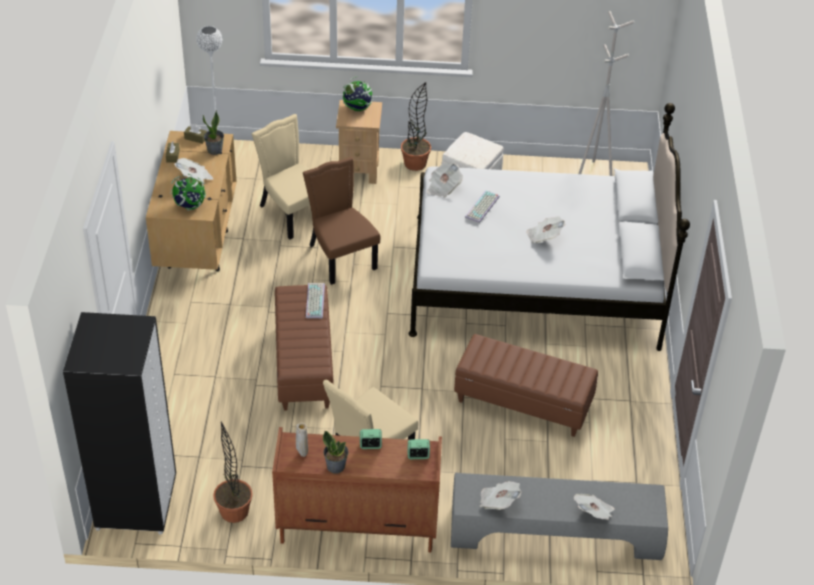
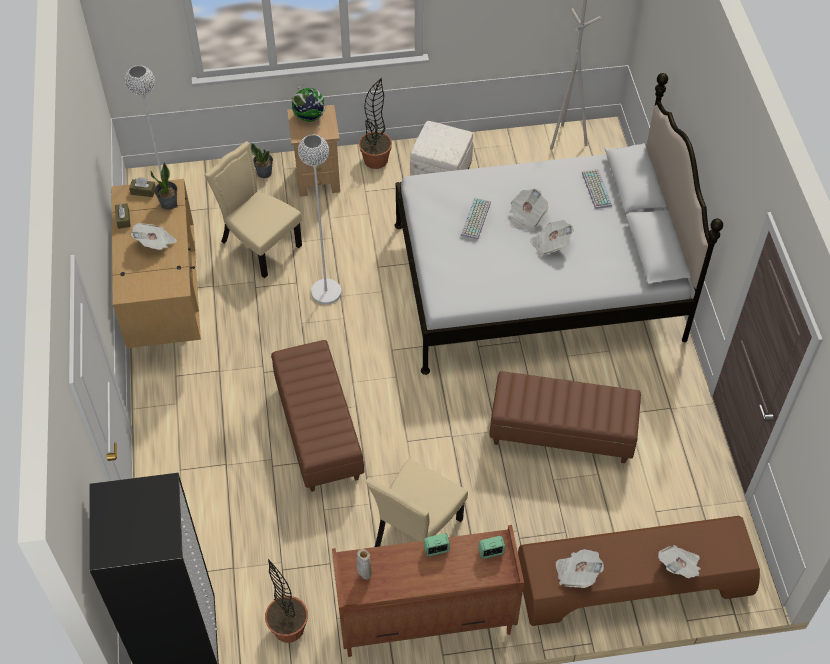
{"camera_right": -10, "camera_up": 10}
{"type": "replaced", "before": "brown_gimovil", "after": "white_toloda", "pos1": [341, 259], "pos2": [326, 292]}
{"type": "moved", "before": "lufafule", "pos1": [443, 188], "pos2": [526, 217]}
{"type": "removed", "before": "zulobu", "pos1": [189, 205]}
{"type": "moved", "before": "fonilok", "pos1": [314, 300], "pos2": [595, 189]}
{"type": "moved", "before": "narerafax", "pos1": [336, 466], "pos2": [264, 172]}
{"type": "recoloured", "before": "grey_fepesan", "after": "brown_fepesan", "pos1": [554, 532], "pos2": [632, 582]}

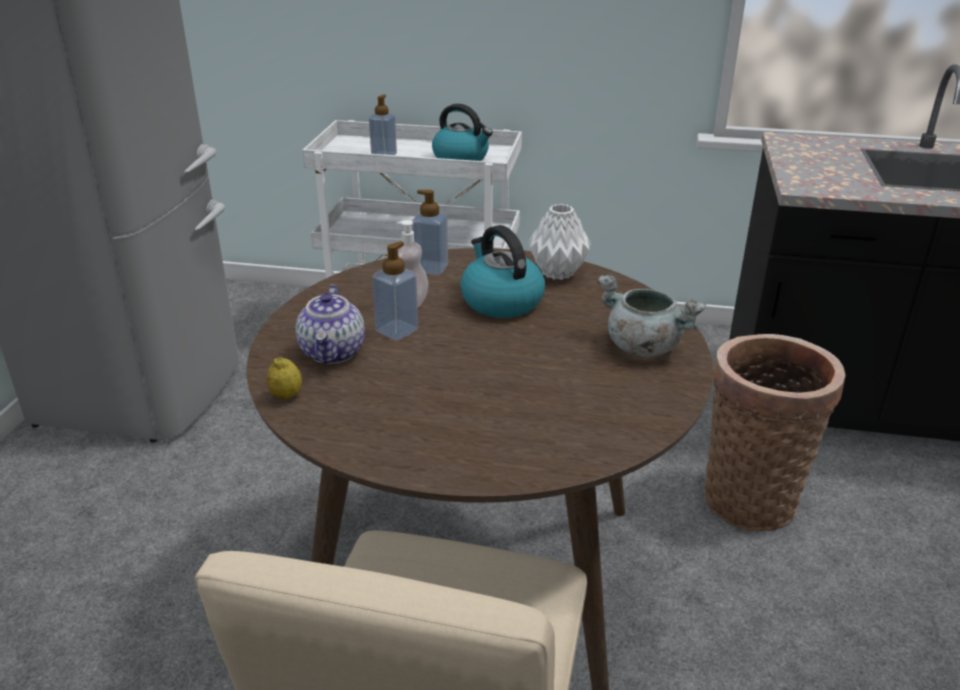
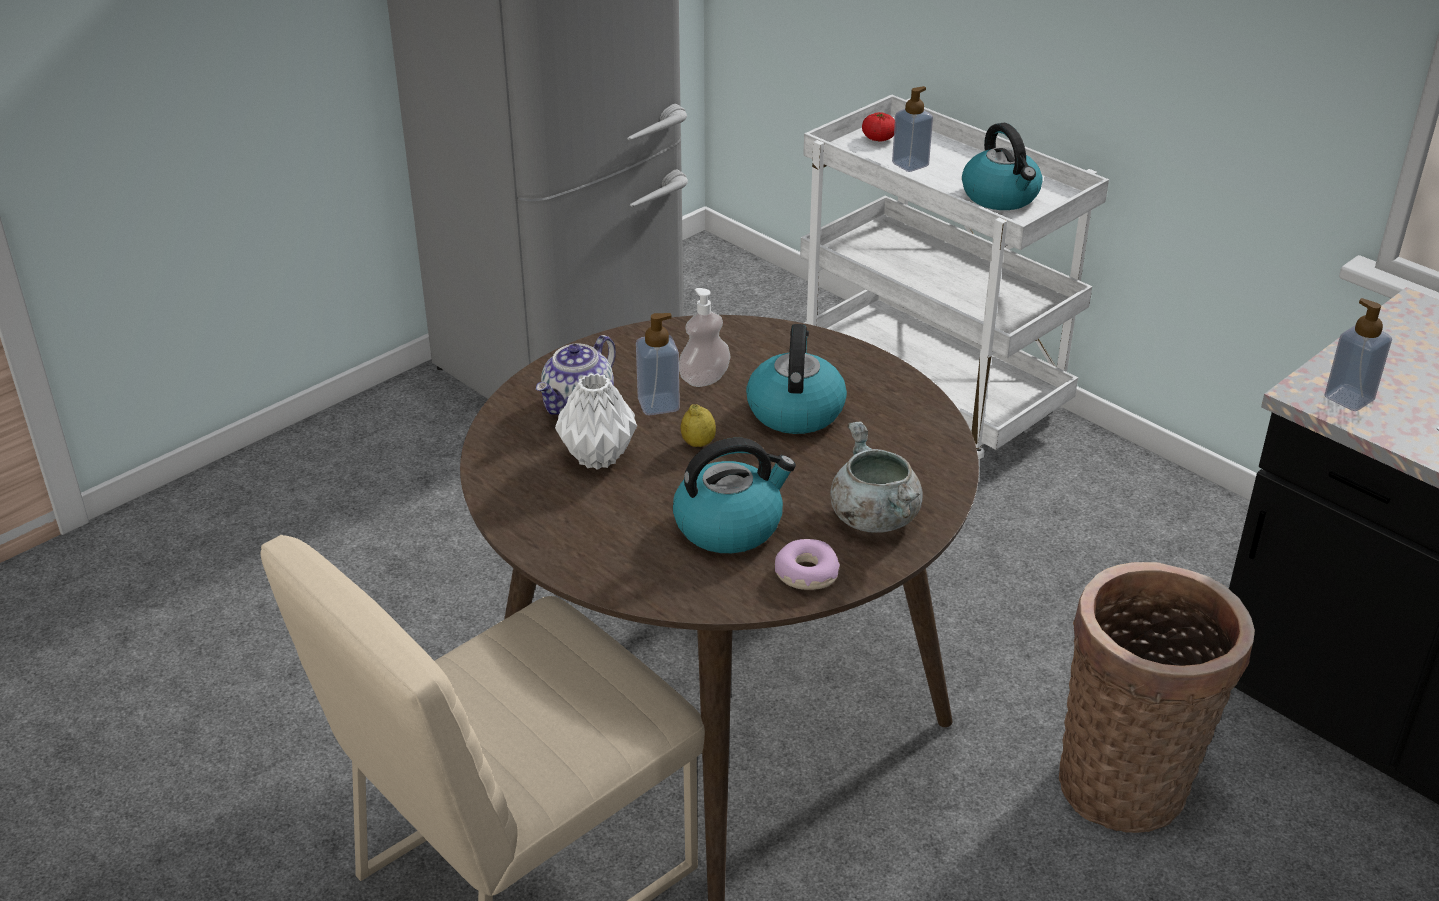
{"camera_right": 35, "camera_up": 5}
{"type": "moved", "before": "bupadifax", "pos1": [431, 268], "pos2": [1349, 398]}
{"type": "moved", "before": "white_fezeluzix", "pos1": [556, 273], "pos2": [596, 457]}
{"type": "moved", "before": "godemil", "pos1": [286, 396], "pos2": [698, 443]}
{"type": "added", "after": "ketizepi", "pos2": [878, 138]}
{"type": "added", "after": "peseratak", "pos2": [730, 525]}
{"type": "added", "after": "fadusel", "pos2": [805, 573]}

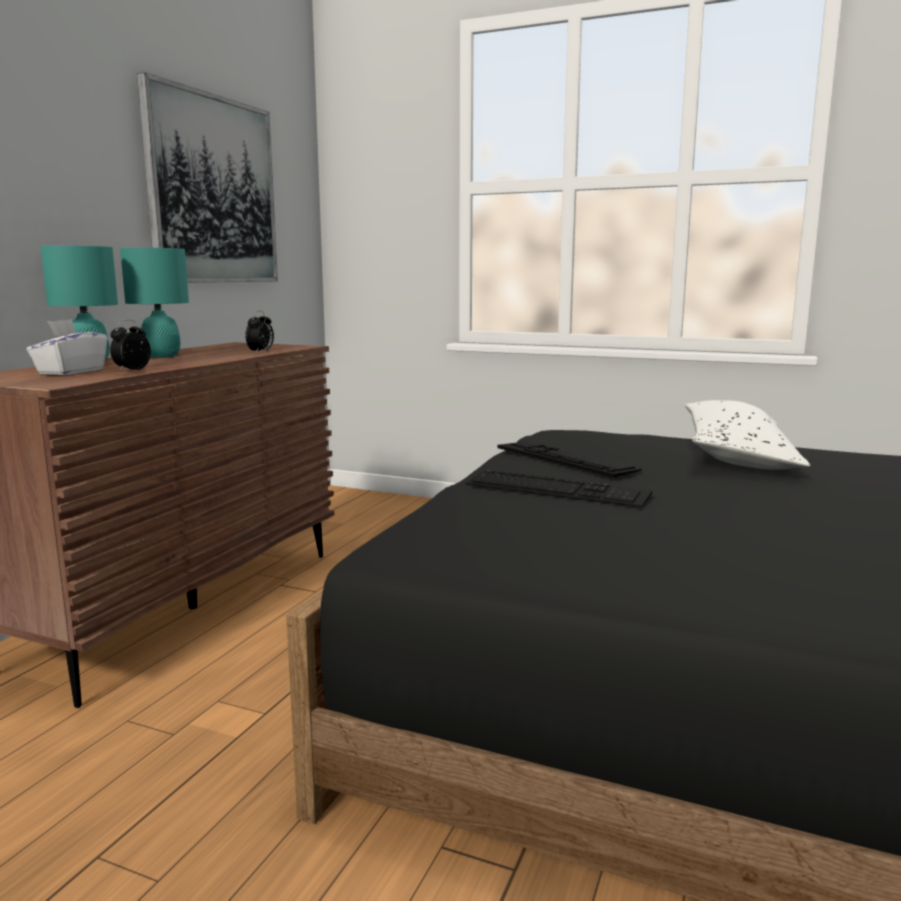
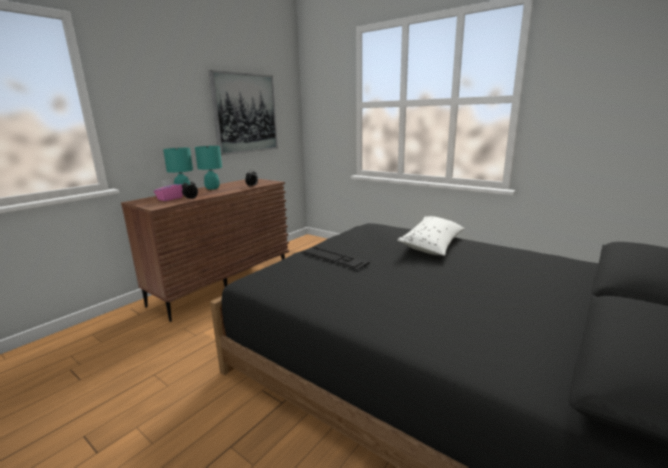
{"camera_right": 15, "camera_up": 5}
{"type": "recoloured", "before": "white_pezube", "after": "pink_pezube", "pos1": [70, 372], "pos2": [170, 199]}
{"type": "removed", "before": "fonilok", "pos1": [565, 458]}

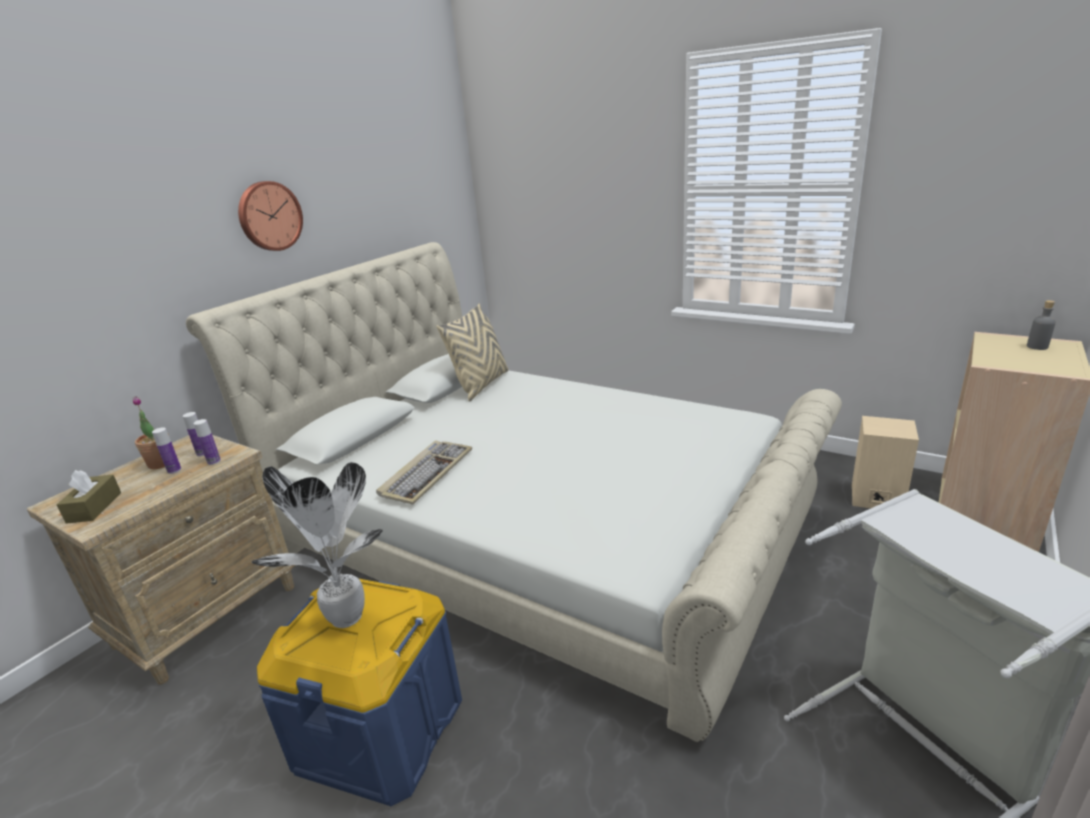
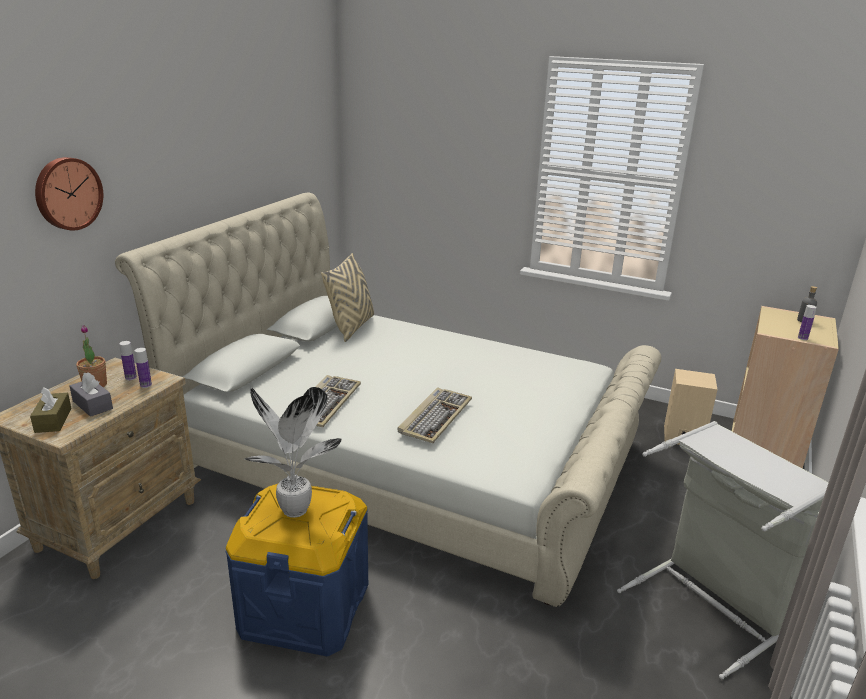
{"camera_right": -10, "camera_up": 0}
{"type": "moved", "before": "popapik", "pos1": [269, 216], "pos2": [67, 193]}
{"type": "moved", "before": "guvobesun", "pos1": [174, 470], "pos2": [802, 338]}
{"type": "added", "after": "grey_pezube", "pos2": [92, 405]}
{"type": "added", "after": "fonilok", "pos2": [435, 417]}

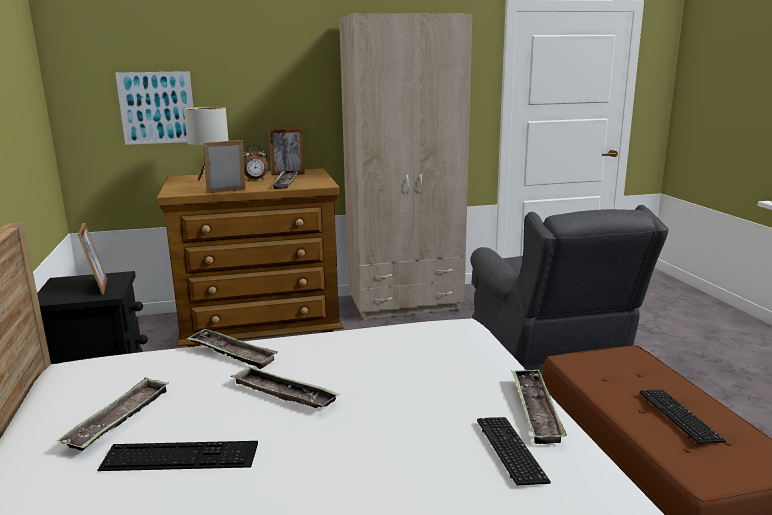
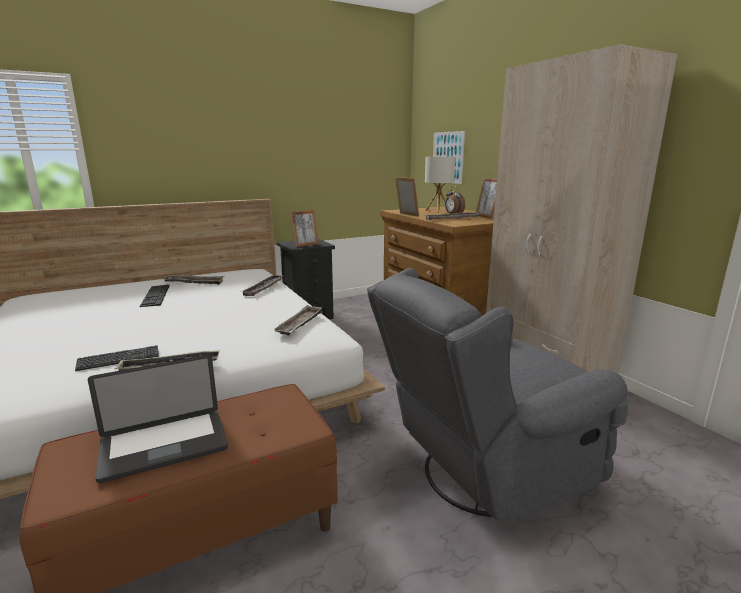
{"camera_right": 75, "camera_up": 0}
{"type": "moved", "before": "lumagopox", "pos1": [284, 393], "pos2": [300, 324]}
{"type": "replaced", "before": "fonilok", "after": "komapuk", "pos1": [679, 417], "pos2": [164, 446]}

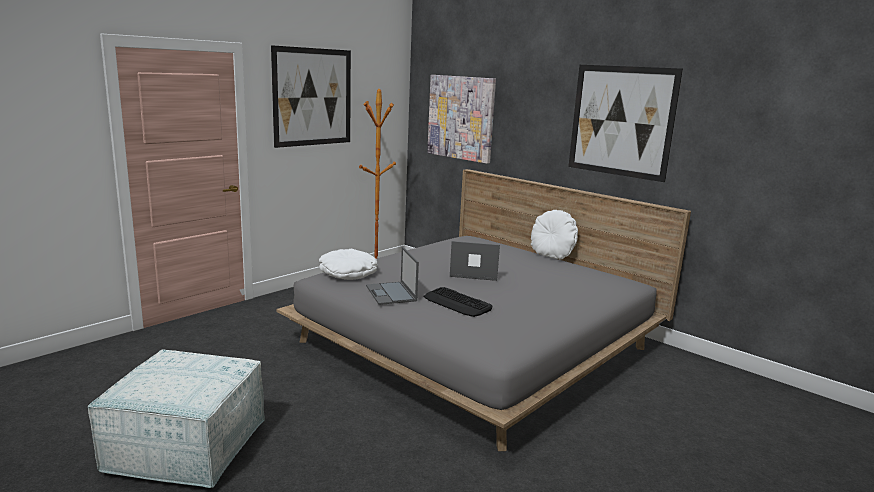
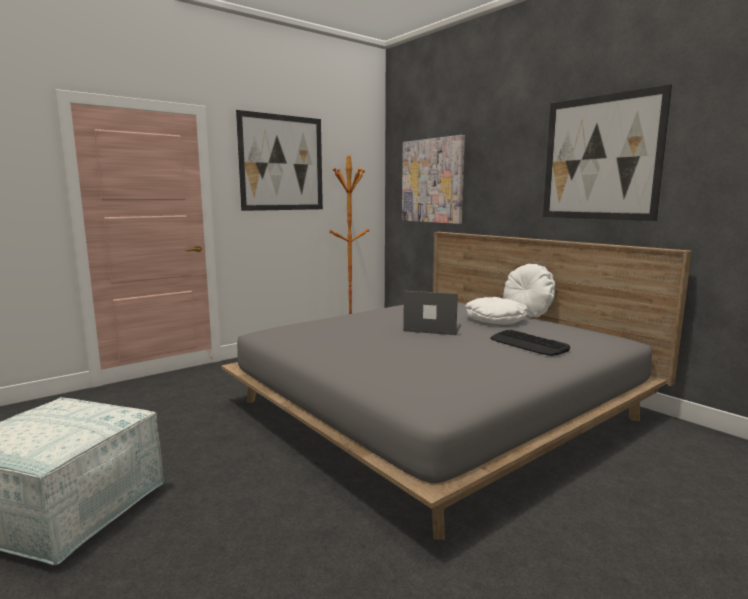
{"camera_right": 10, "camera_up": -5}
{"type": "removed", "before": "komapuk", "pos1": [391, 293]}
{"type": "moved", "before": "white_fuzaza", "pos1": [349, 273], "pos2": [496, 320]}
{"type": "moved", "before": "fonilok", "pos1": [457, 303], "pos2": [528, 344]}

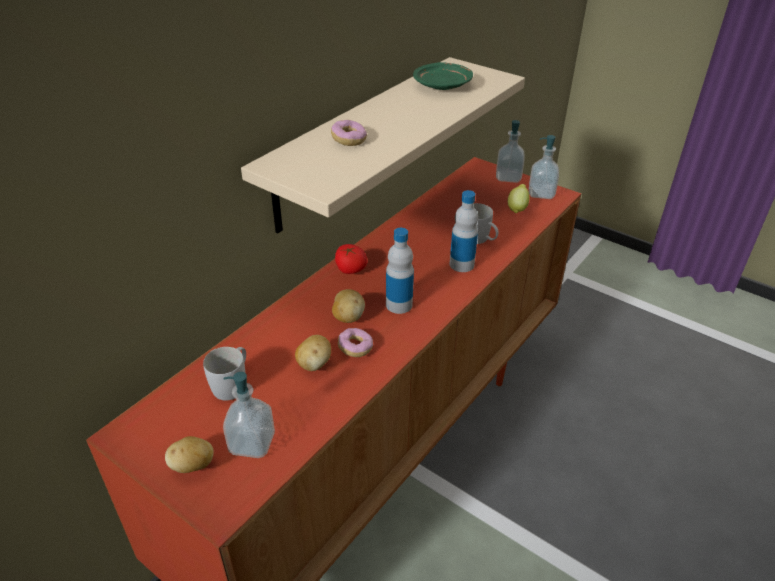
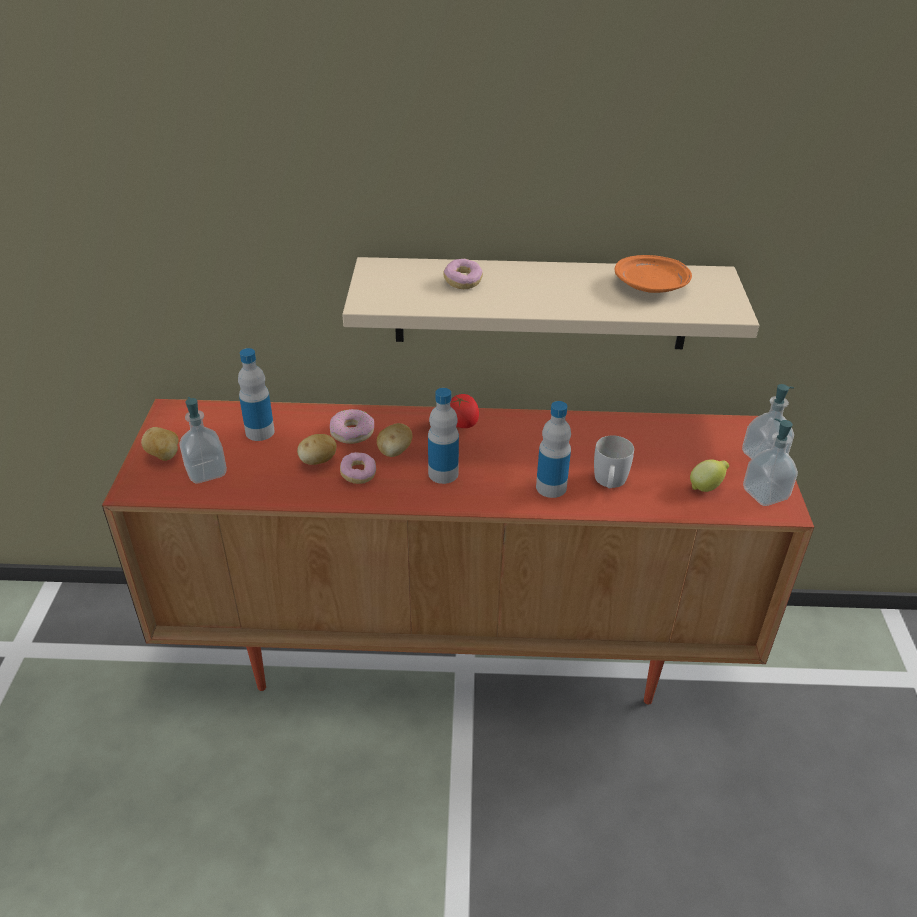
{"camera_right": 55, "camera_up": 0}
{"type": "recoloured", "before": "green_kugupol", "after": "orange_kugupol", "pos1": [442, 85], "pos2": [652, 286]}
{"type": "replaced", "before": "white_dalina", "after": "guvobesun", "pos1": [233, 383], "pos2": [260, 432]}
{"type": "added", "after": "fadusel", "pos2": [352, 432]}

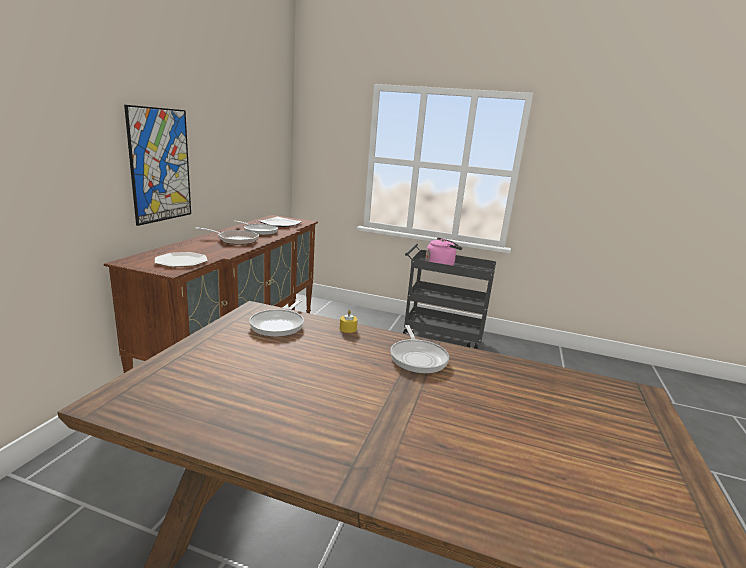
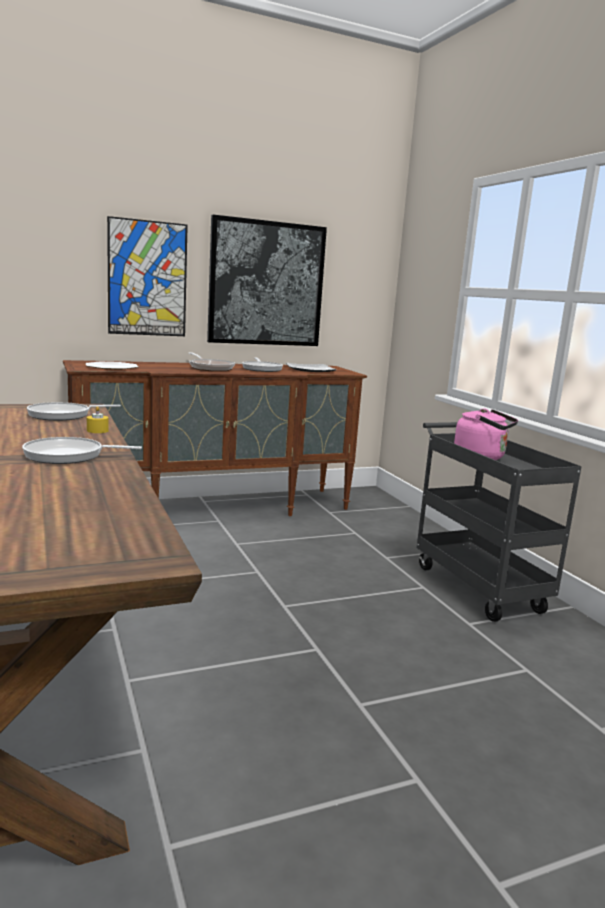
{"camera_right": 50, "camera_up": -5}
{"type": "turned", "before": "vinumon", "pos1": [418, 357], "pos2": [68, 456], "turn": 45}
{"type": "added", "after": "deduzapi", "pos2": [266, 284]}

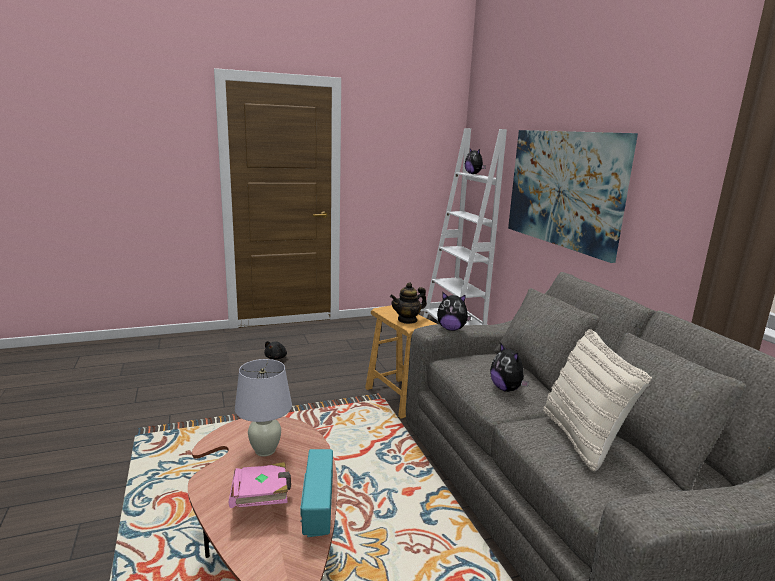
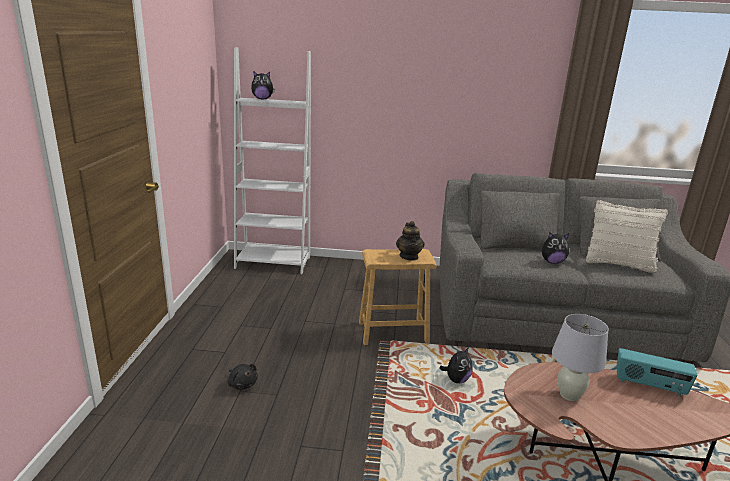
{"camera_right": -65, "camera_up": 5}
{"type": "removed", "before": "deduzapi", "pos1": [563, 189]}
{"type": "moved", "before": "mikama", "pos1": [451, 329], "pos2": [456, 380]}
{"type": "removed", "before": "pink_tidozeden", "pos1": [262, 498]}

